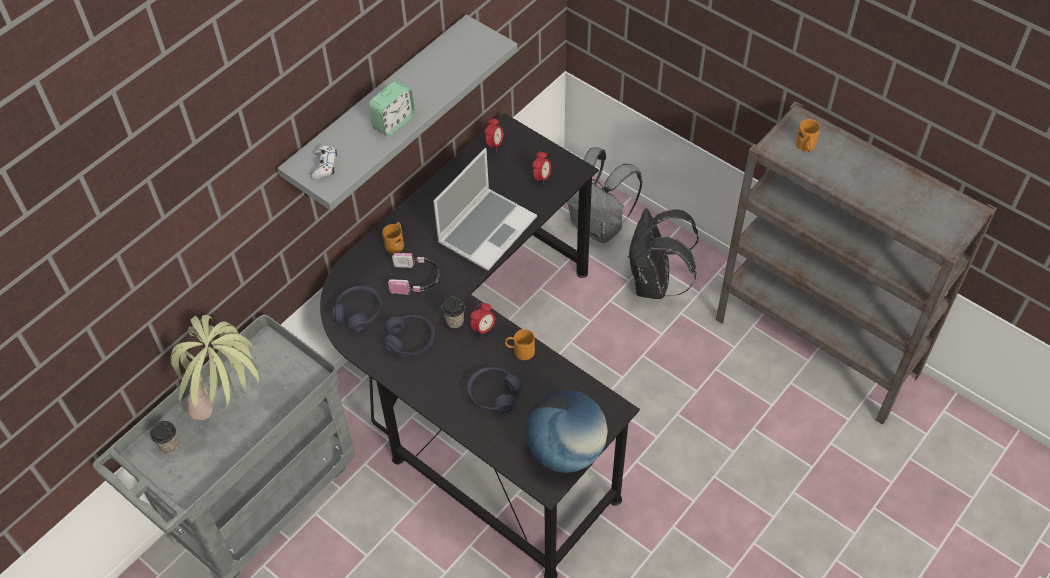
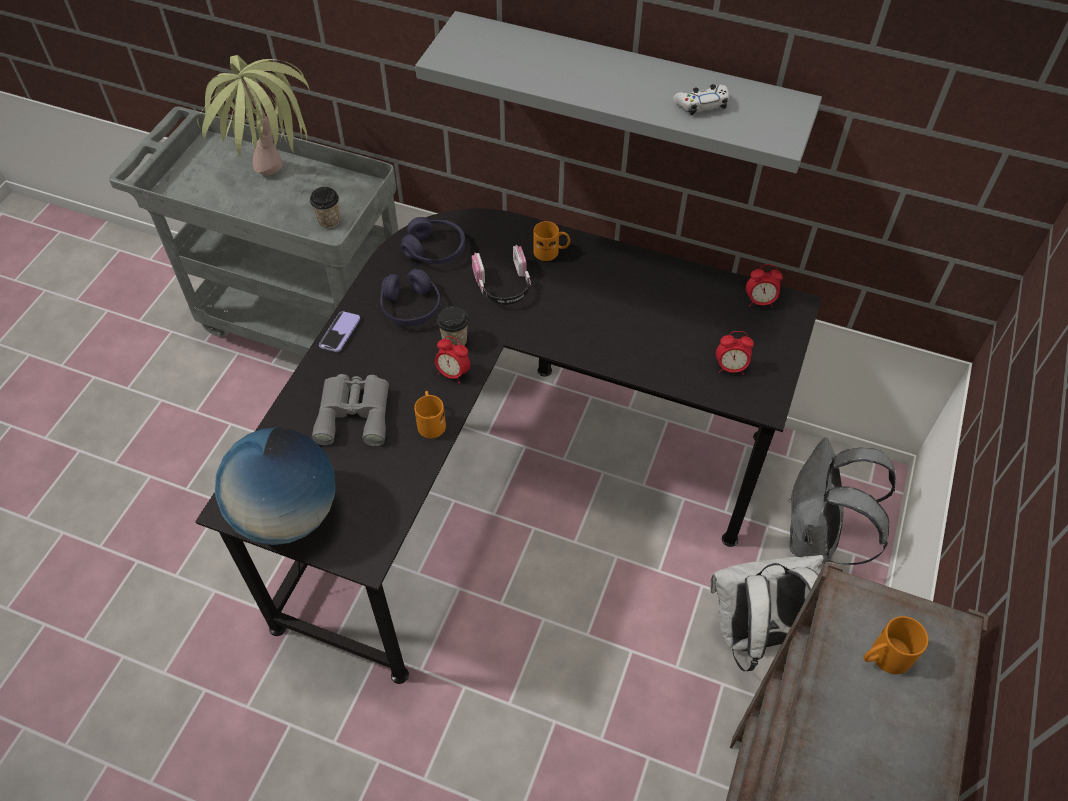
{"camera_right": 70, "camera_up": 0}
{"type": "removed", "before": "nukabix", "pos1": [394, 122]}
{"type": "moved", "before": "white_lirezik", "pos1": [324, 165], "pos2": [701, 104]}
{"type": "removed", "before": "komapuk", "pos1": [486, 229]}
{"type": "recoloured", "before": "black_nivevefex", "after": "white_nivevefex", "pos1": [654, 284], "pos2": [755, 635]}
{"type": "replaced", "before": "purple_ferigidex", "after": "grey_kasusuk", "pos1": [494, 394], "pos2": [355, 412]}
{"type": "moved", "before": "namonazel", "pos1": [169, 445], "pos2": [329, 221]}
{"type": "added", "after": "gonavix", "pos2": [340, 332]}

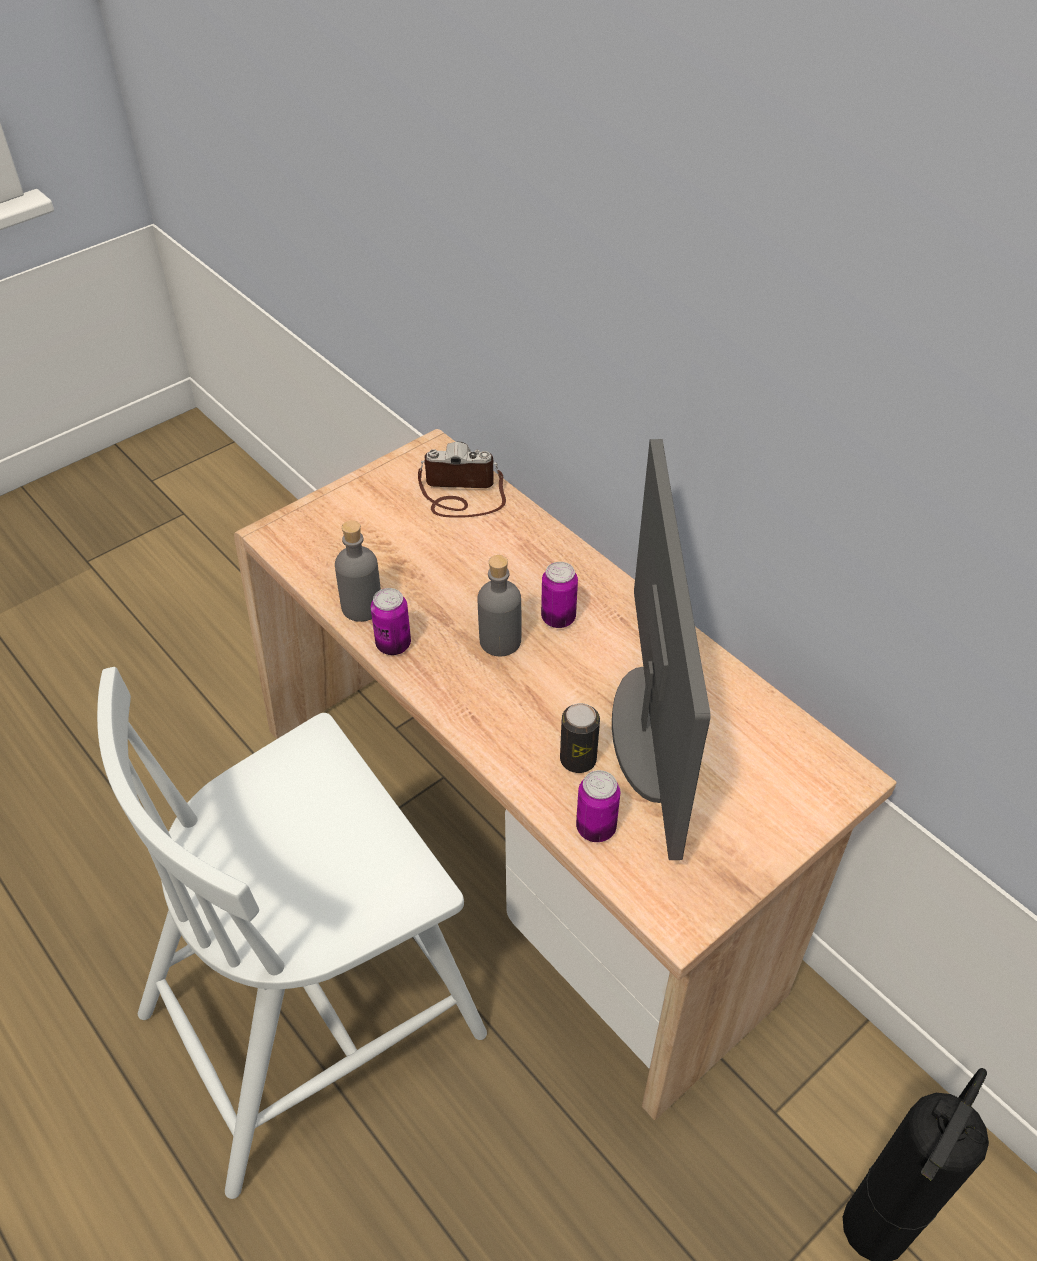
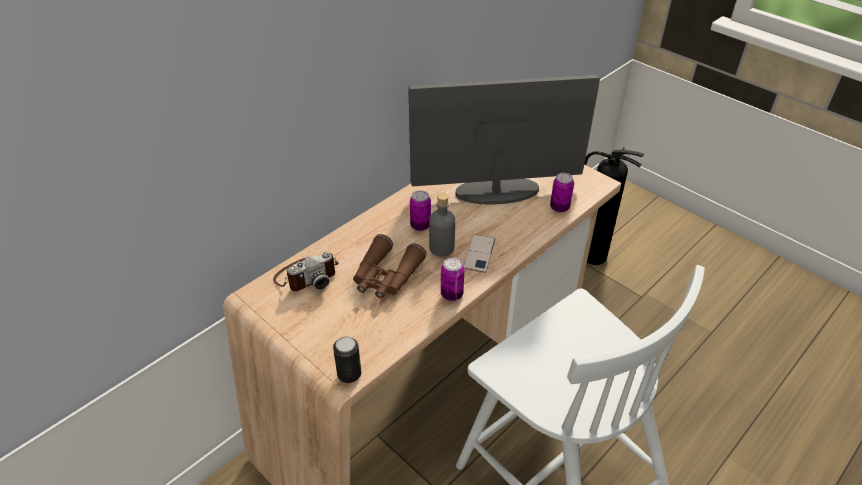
{"camera_right": -95, "camera_up": -5}
{"type": "turned", "before": "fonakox", "pos1": [461, 494], "pos2": [307, 276], "turn": -120}
{"type": "removed", "before": "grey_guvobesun", "pos1": [362, 607]}
{"type": "moved", "before": "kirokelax", "pos1": [578, 759], "pos2": [349, 374]}
{"type": "added", "after": "brown_kasusuk", "pos2": [386, 276]}
{"type": "added", "after": "gonavix", "pos2": [479, 253]}

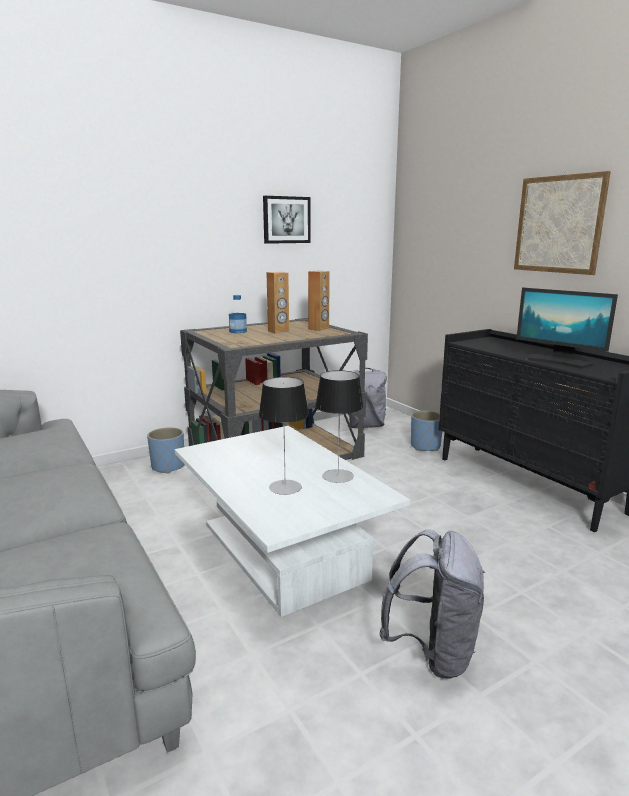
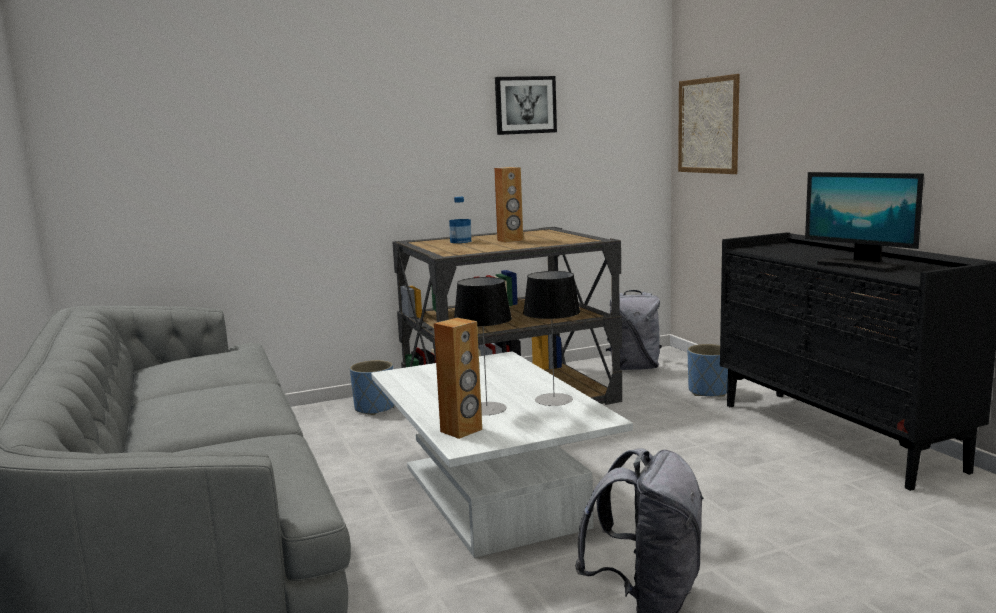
{"camera_right": 10, "camera_up": -5}
{"type": "moved", "before": "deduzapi", "pos1": [559, 223], "pos2": [708, 124]}
{"type": "moved", "before": "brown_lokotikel", "pos1": [319, 329], "pos2": [461, 431]}

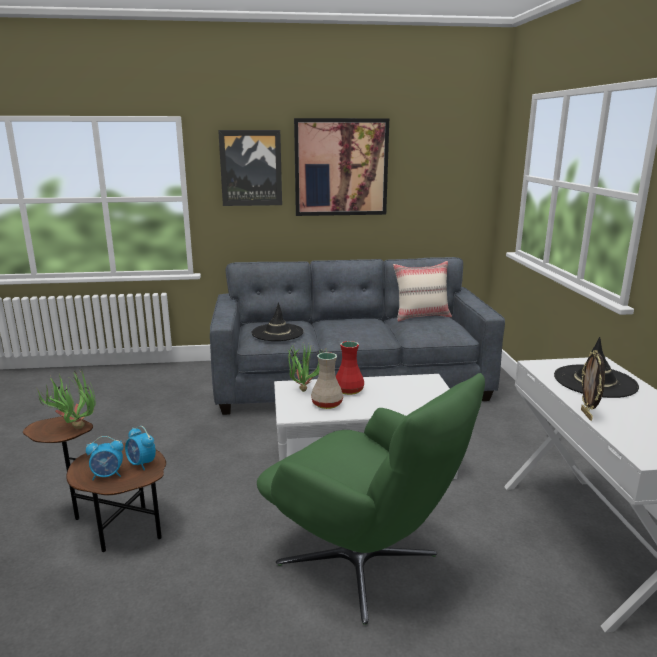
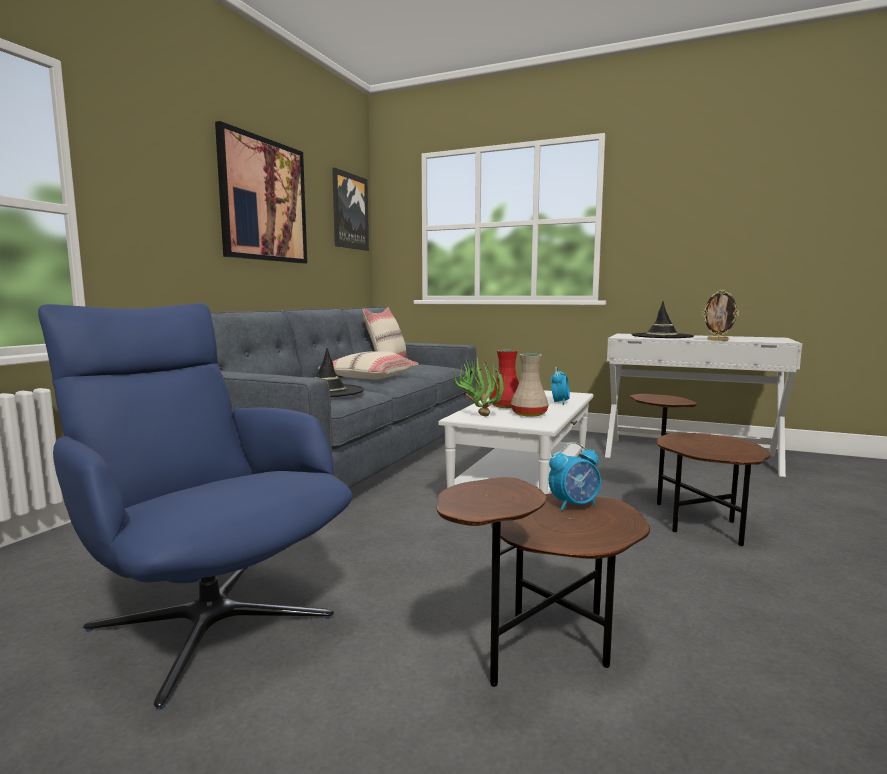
{"camera_right": -60, "camera_up": -10}
{"type": "moved", "before": "deduzapi", "pos1": [251, 168], "pos2": [349, 211]}
{"type": "removed", "before": "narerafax", "pos1": [73, 427]}
{"type": "replaced", "before": "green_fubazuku", "after": "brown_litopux", "pos1": [361, 562], "pos2": [690, 520]}
{"type": "moved", "before": "nukabix", "pos1": [108, 475], "pos2": [559, 402]}
{"type": "added", "after": "blue_fubazuku", "pos2": [208, 619]}
{"type": "added", "after": "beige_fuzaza", "pos2": [370, 377]}

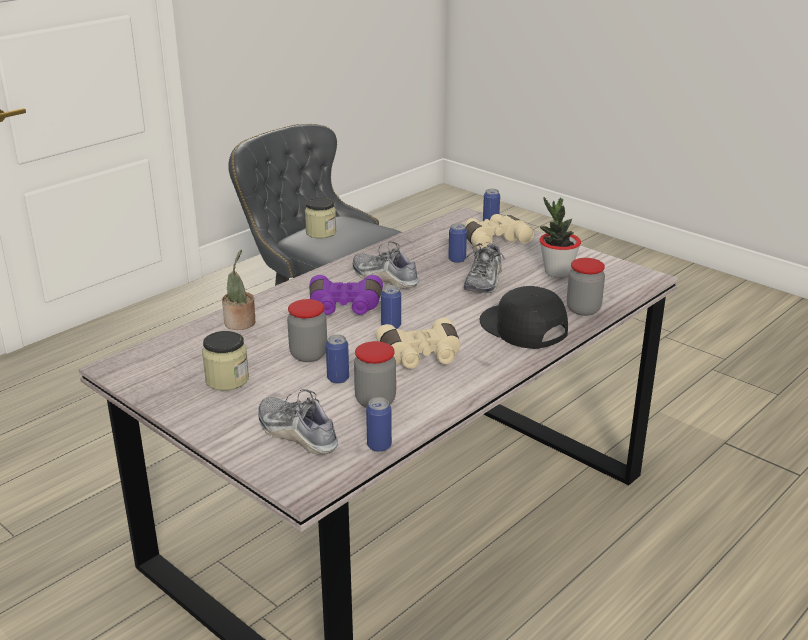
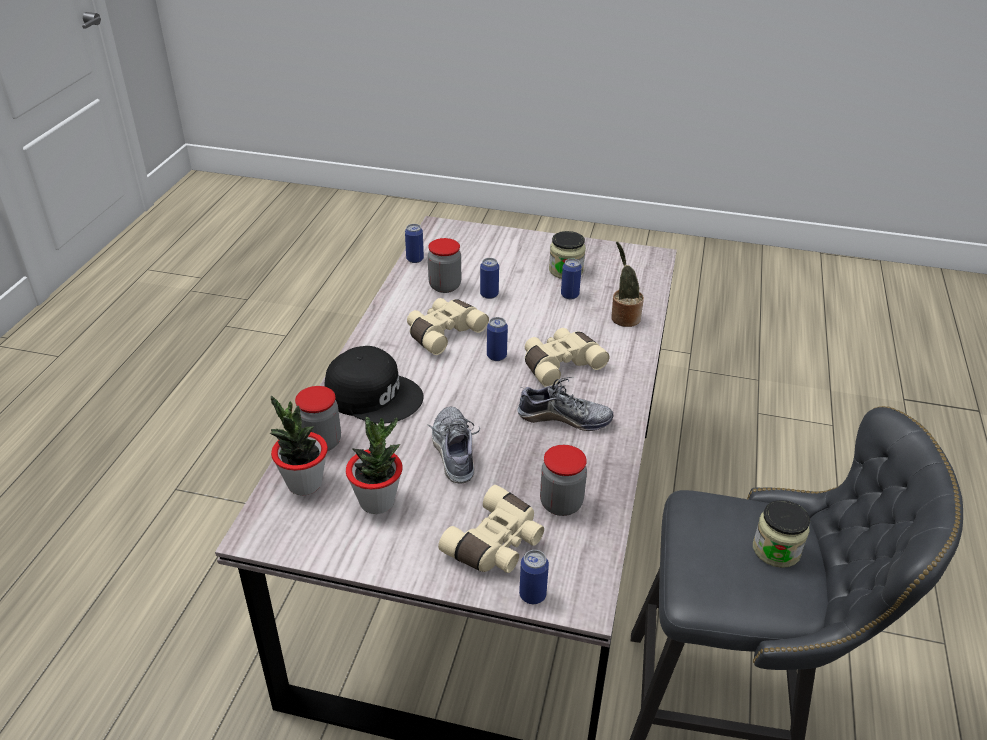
{"camera_right": 150, "camera_up": 10}
{"type": "moved", "before": "kirokelax", "pos1": [457, 260], "pos2": [569, 295]}
{"type": "recoloured", "before": "purple_kasusuk", "after": "beige_kasusuk", "pos1": [345, 307], "pos2": [559, 364]}
{"type": "moved", "before": "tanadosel", "pos1": [308, 355], "pos2": [561, 503]}
{"type": "removed", "before": "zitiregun", "pos1": [297, 434]}
{"type": "added", "after": "narerafax", "pos2": [304, 483]}

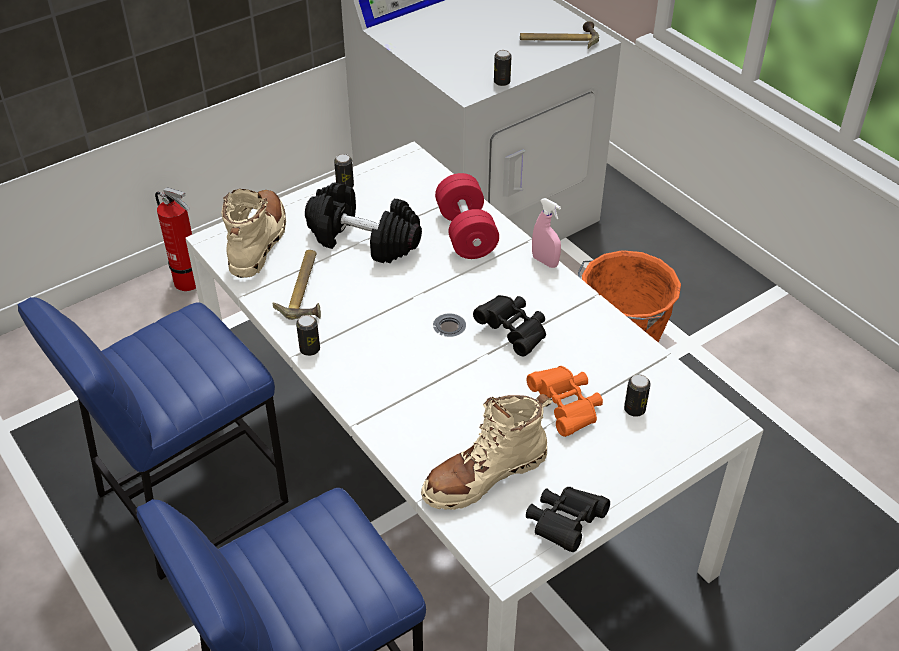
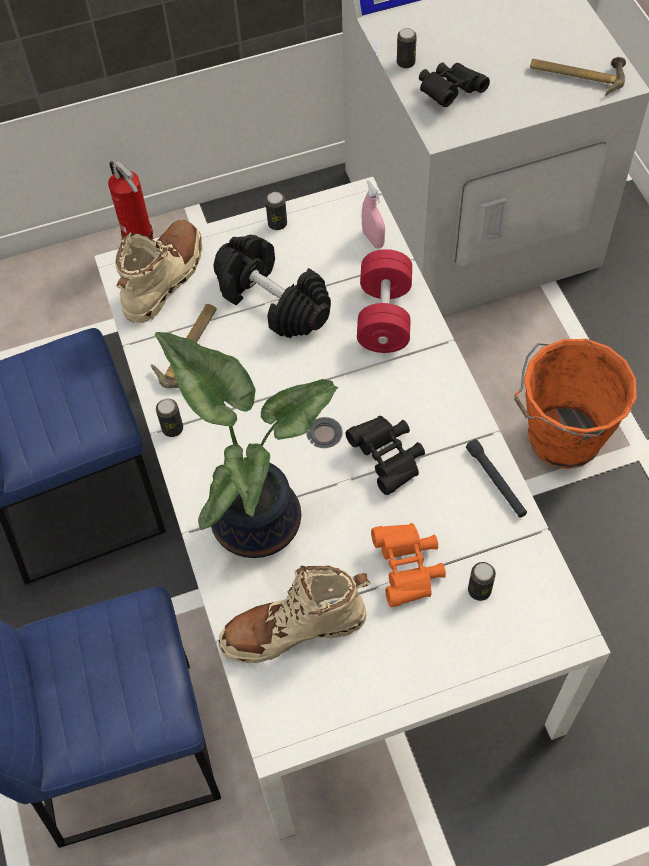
{"camera_right": 20, "camera_up": 15}
{"type": "moved", "before": "kirokelax", "pos1": [502, 82], "pos2": [406, 63]}
{"type": "moved", "before": "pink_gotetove", "pos1": [545, 261], "pos2": [373, 239]}
{"type": "moved", "before": "black_kasusuk", "pos1": [564, 524], "pos2": [449, 92]}
{"type": "added", "after": "narerafax", "pos2": [257, 515]}
{"type": "added", "after": "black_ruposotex", "pos2": [496, 482]}

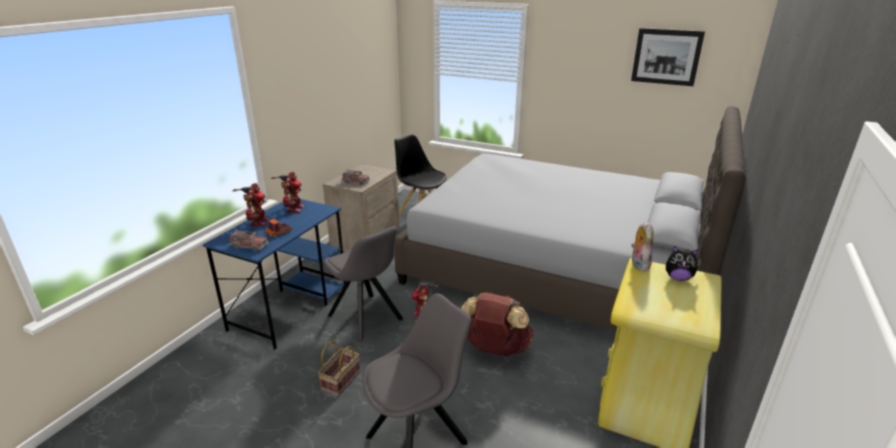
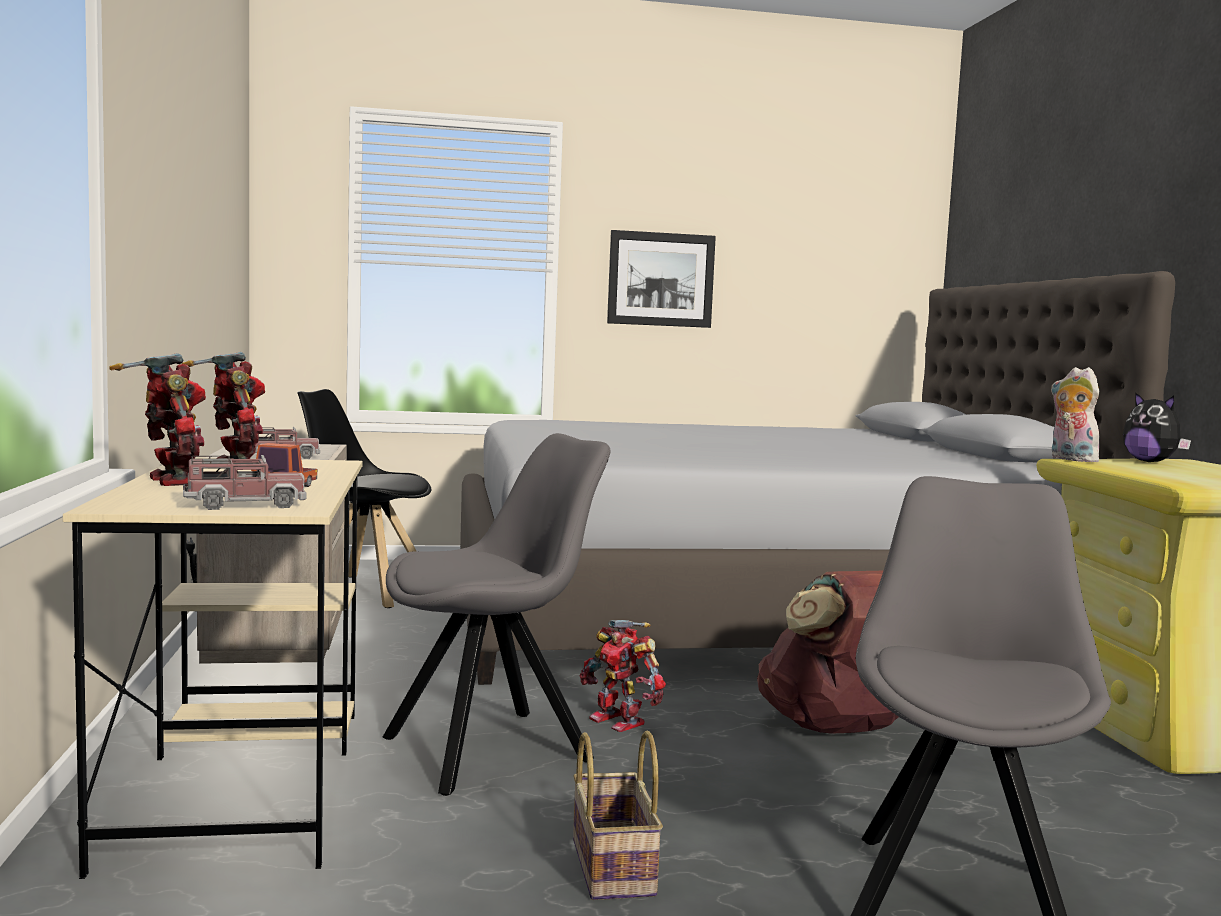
{"camera_right": -35, "camera_up": -20}
{"type": "moved", "before": "deduzapi", "pos1": [666, 57], "pos2": [661, 279]}
{"type": "recoloured", "before": "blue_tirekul", "after": "beige_tirekul", "pos1": [290, 307], "pos2": [242, 781]}
{"type": "turned", "before": "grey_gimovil", "pos1": [366, 317], "pos2": [489, 749], "turn": -45}
{"type": "turned", "before": "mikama", "pos1": [678, 278], "pos2": [1150, 462], "turn": 75}

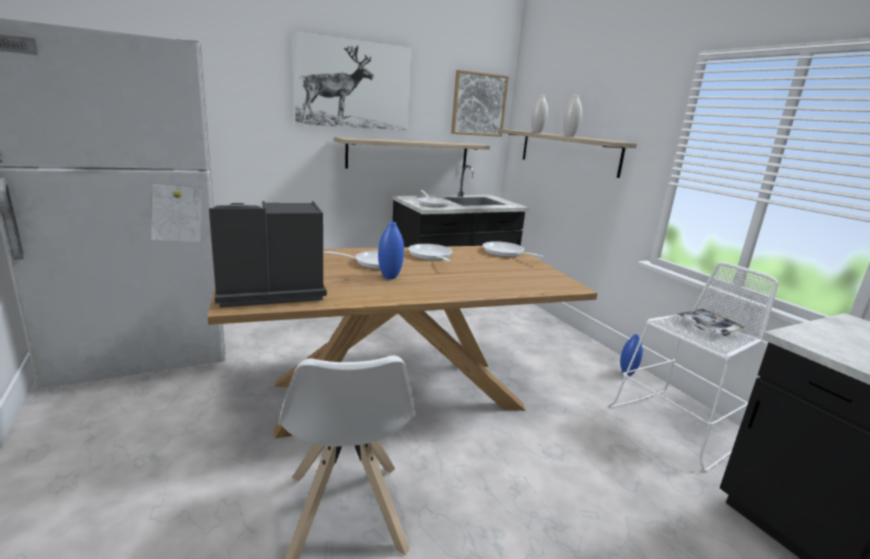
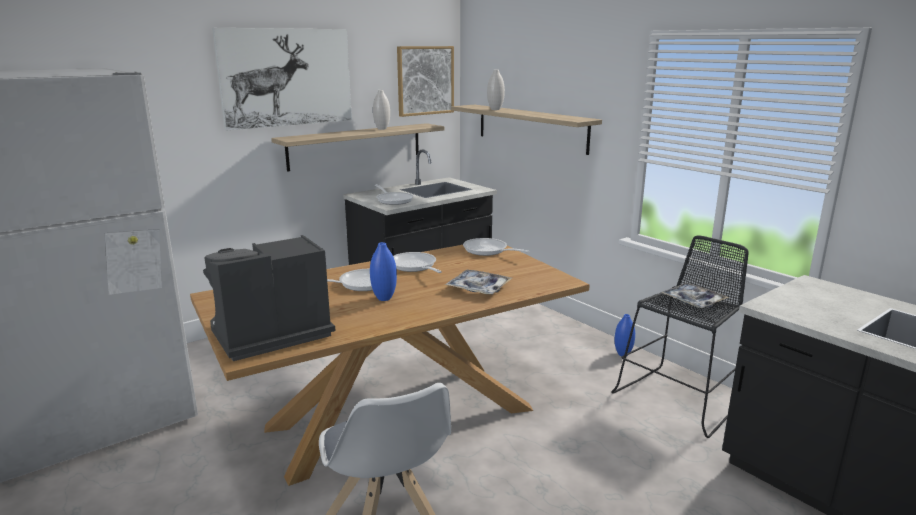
{"camera_right": -10, "camera_up": 0}
{"type": "moved", "before": "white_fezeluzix", "pos1": [569, 136], "pos2": [382, 129]}
{"type": "recoloured", "before": "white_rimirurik", "after": "black_rimirurik", "pos1": [678, 426], "pos2": [679, 400]}
{"type": "added", "after": "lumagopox", "pos2": [478, 288]}

